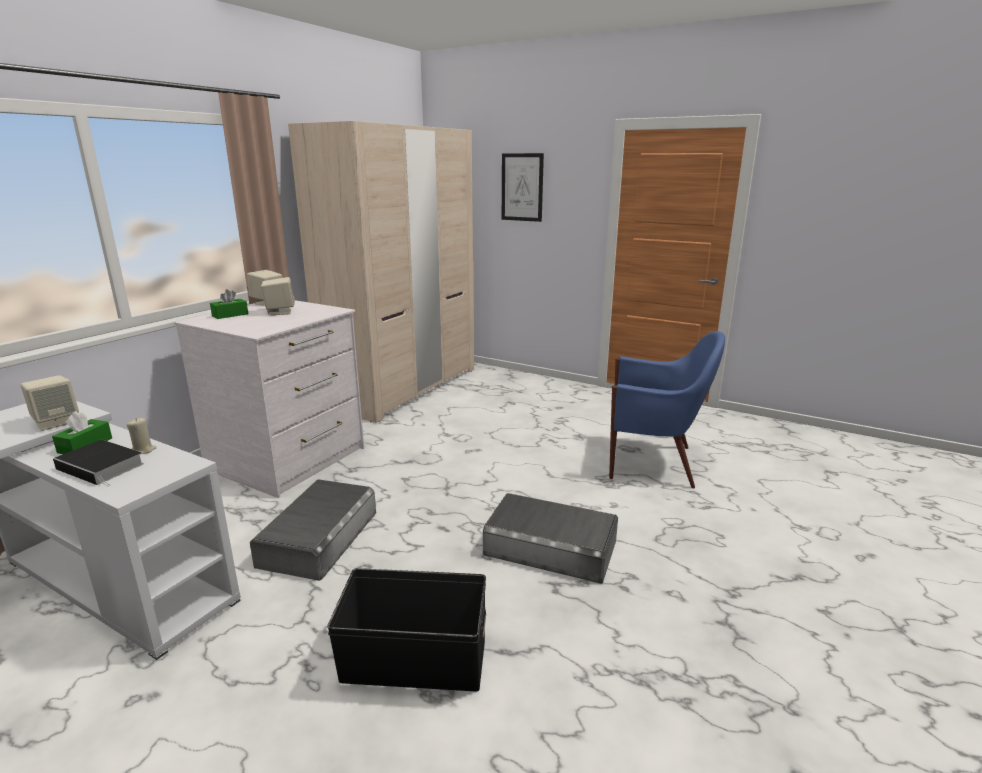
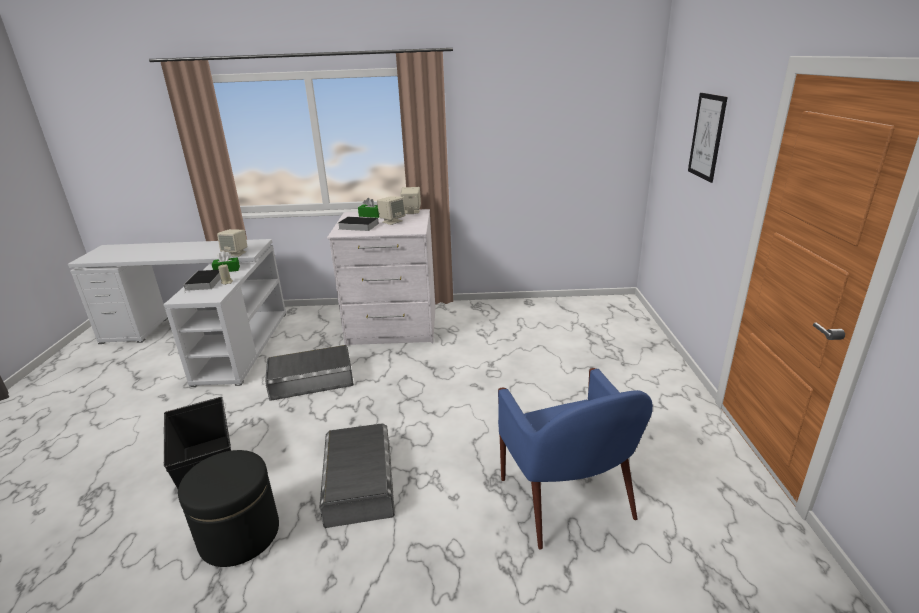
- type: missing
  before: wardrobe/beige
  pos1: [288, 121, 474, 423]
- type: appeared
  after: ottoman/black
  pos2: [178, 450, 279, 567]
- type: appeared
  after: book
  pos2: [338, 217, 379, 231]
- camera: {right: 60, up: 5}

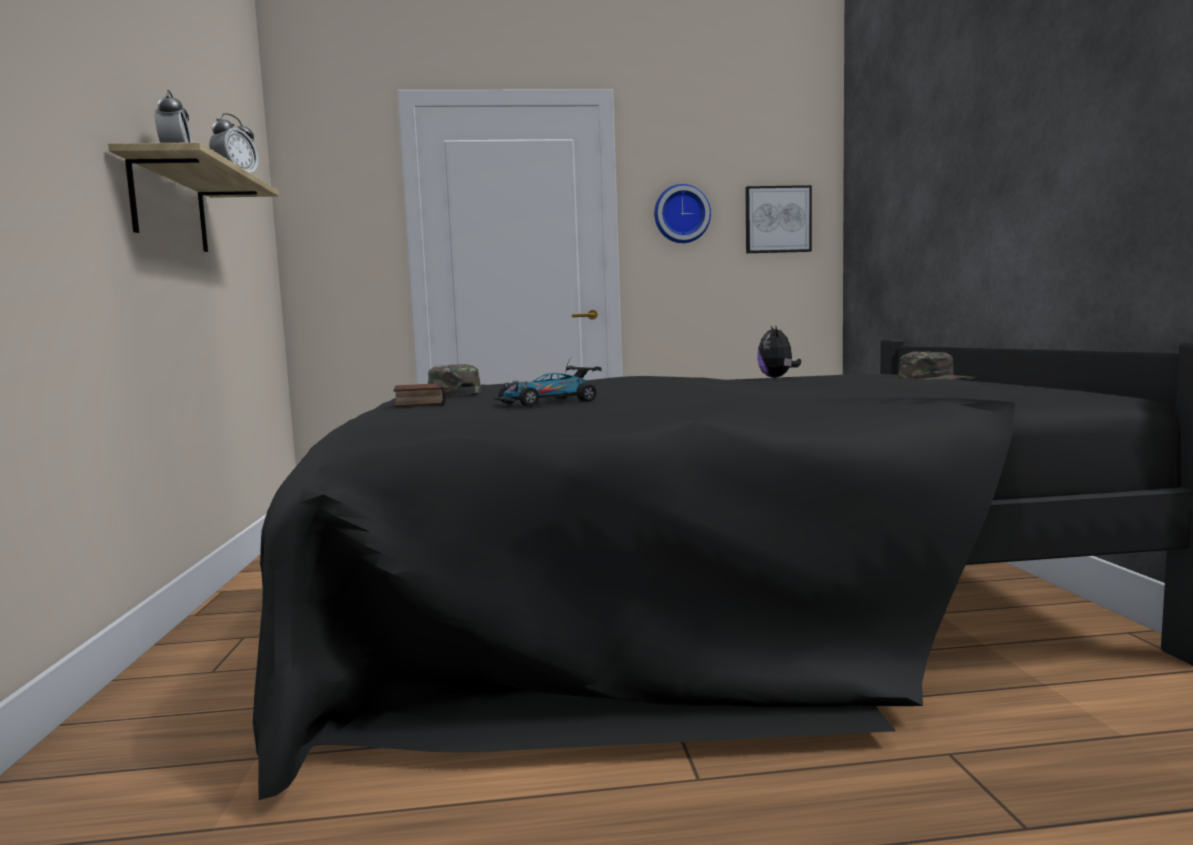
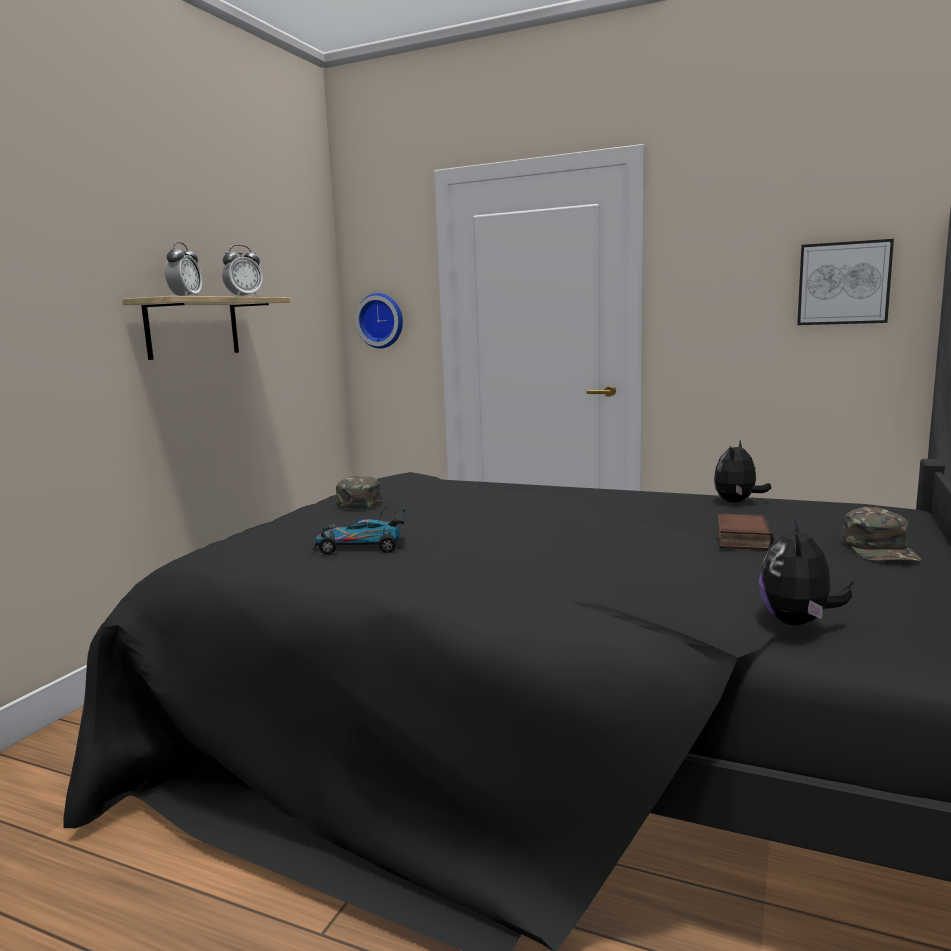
- type: relocated
  before: book
  pos1: [394, 383, 446, 407]
  pos2: [717, 514, 774, 550]
- type: relocated
  before: wall clock
  pos1: [654, 184, 711, 243]
  pos2: [355, 293, 403, 348]
- type: appeared
  after: plush toy
  pos2: [759, 518, 852, 625]
- camera: {right: 30, up: 5}

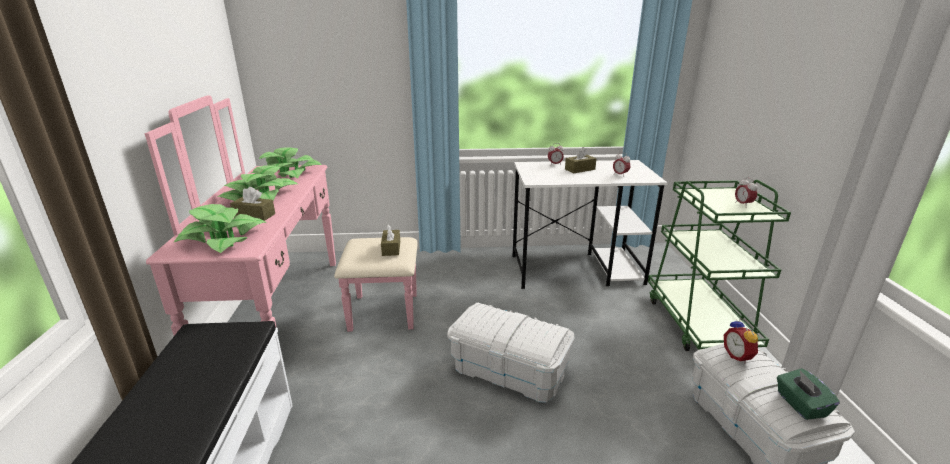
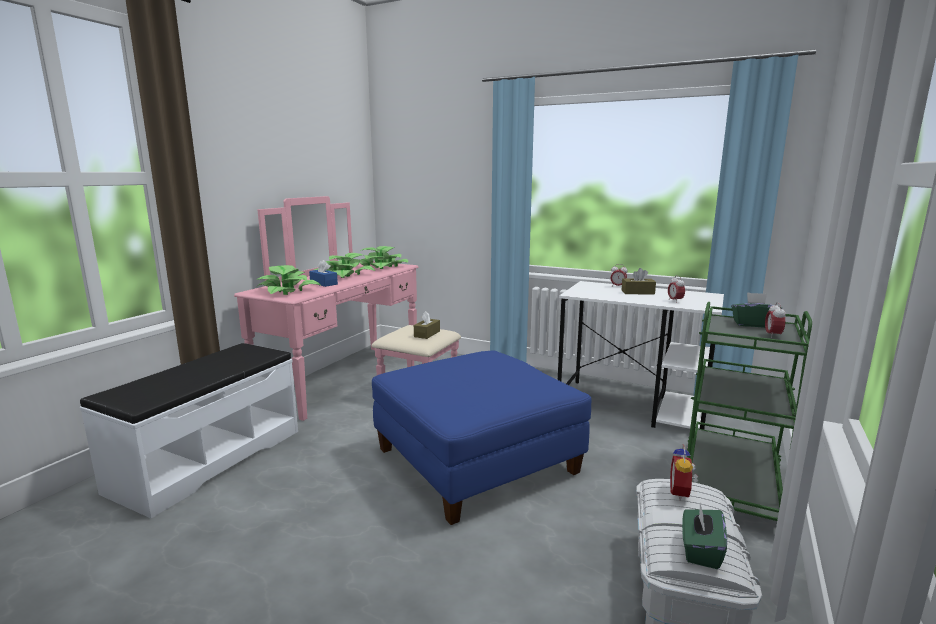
- type: colour
  before: tissue box/brown
  after: tissue box/blue
  pos1: [230, 187, 275, 221]
  pos2: [309, 260, 338, 287]
- type: exchanged
  before: storage box/white
  after: ottoman/blue
  pos1: [447, 303, 575, 403]
  pos2: [372, 350, 592, 525]
- type: appeared
  after: tissue box/green
  pos2: [731, 292, 782, 328]
- camera: {right: 30, up: -10}

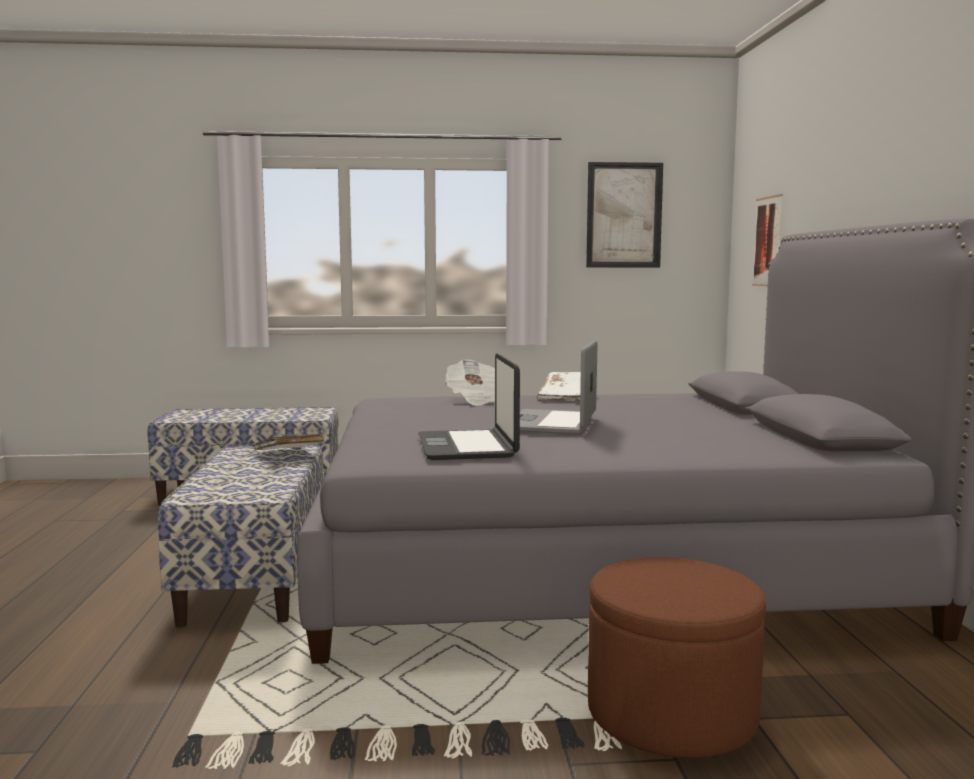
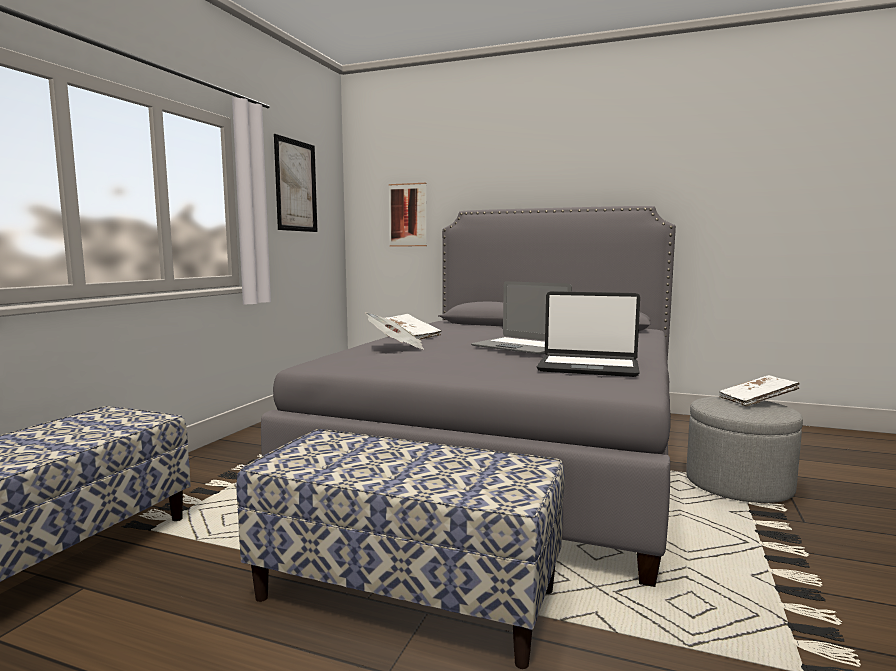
- type: relocated
  before: book/white
  pos1: [253, 434, 324, 450]
  pos2: [719, 375, 799, 406]
- type: colour
  before: ottoman/brown
  after: ottoman/grey
  pos1: [588, 557, 766, 758]
  pos2: [686, 397, 803, 503]
- camera: {right: -65, up: 0}

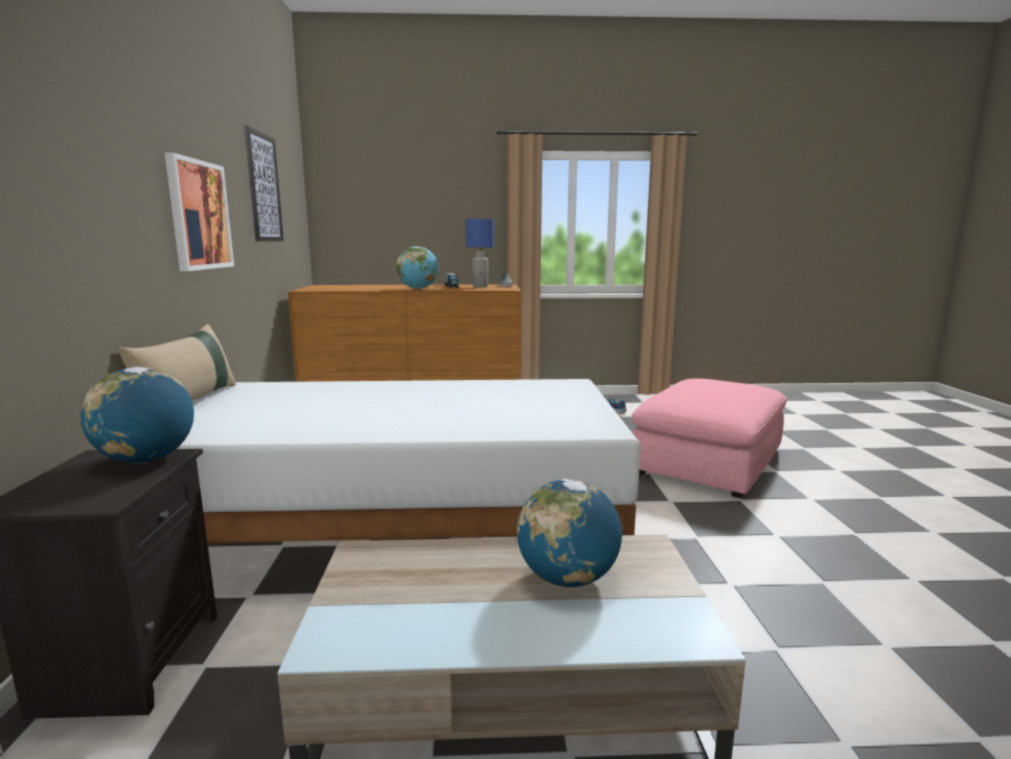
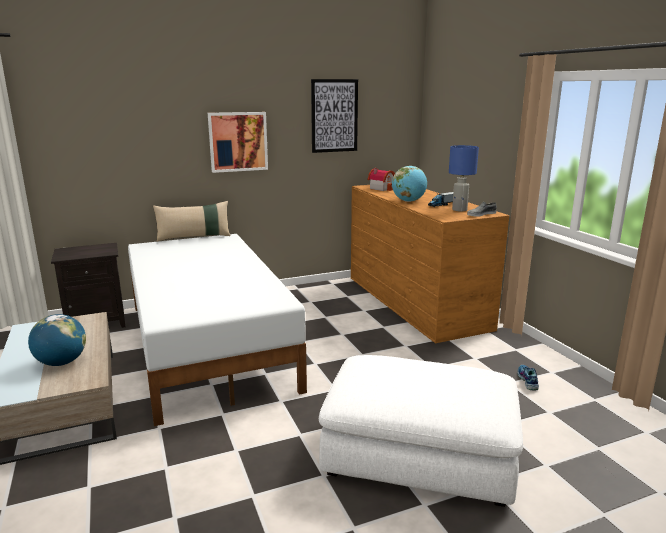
- type: missing
  before: globe
  pos1: [80, 367, 194, 463]
- type: colour
  before: ottoman/pink
  after: ottoman/white
  pos1: [632, 379, 787, 498]
  pos2: [319, 355, 523, 507]
- type: appeared
  after: toy house
  pos2: [368, 168, 395, 191]
- camera: {right: 70, up: 5}

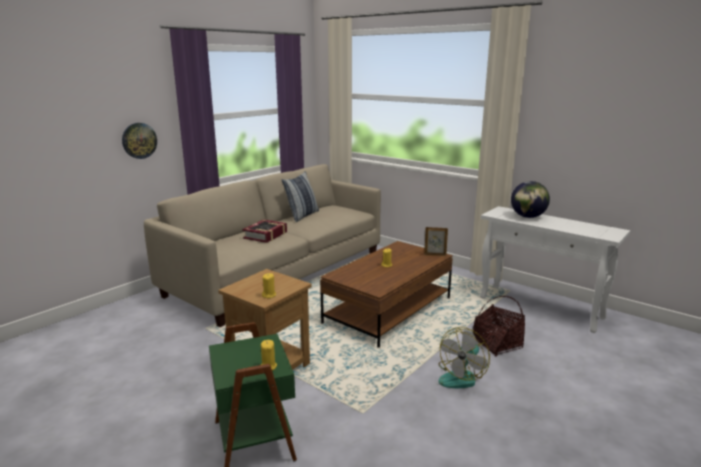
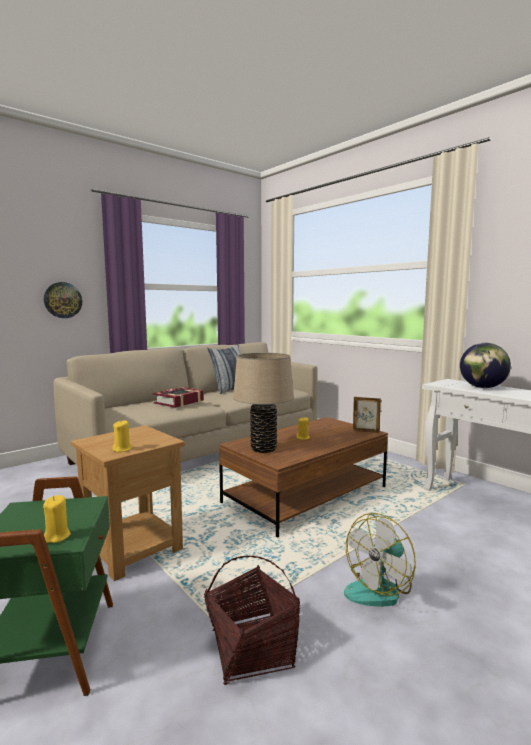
- type: relocated
  before: basket
  pos1: [473, 296, 525, 357]
  pos2: [204, 556, 300, 685]
- type: appeared
  after: table lamp/beige
  pos2: [233, 353, 294, 453]
- camera: {right: 10, up: -10}

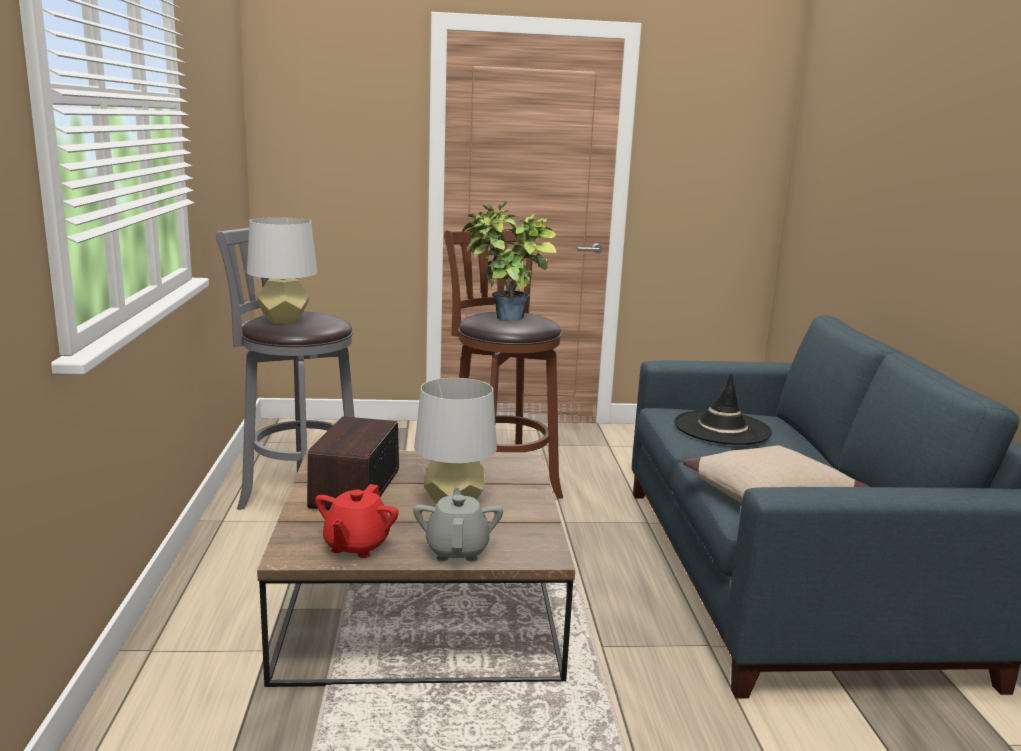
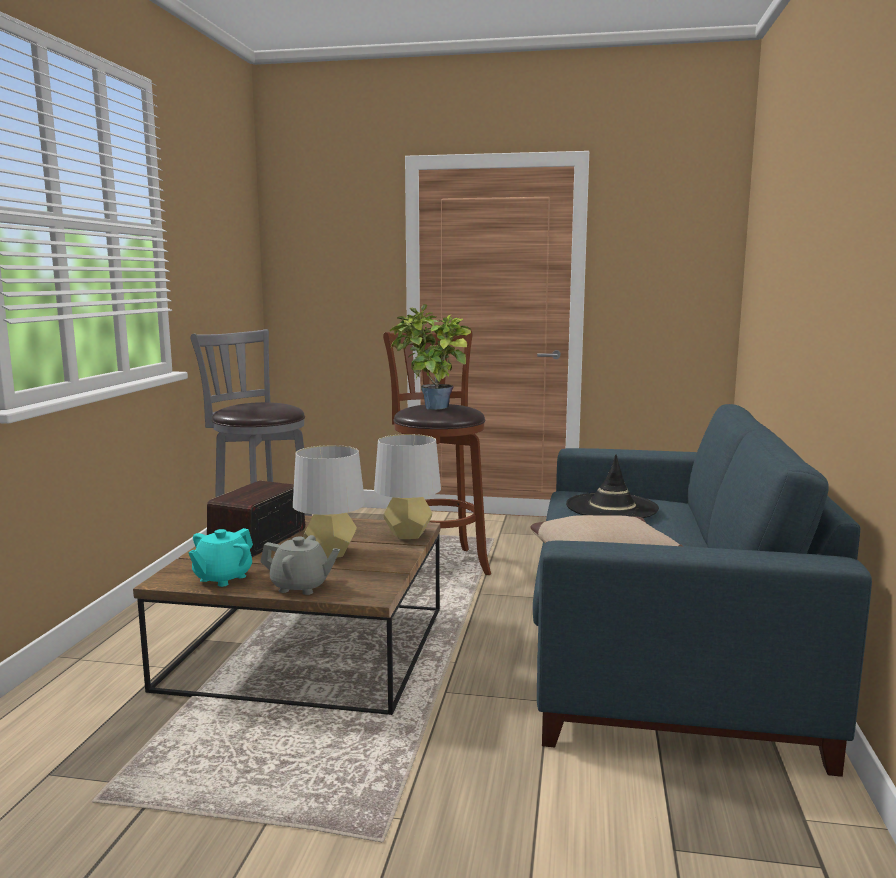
- type: relocated
  before: table lamp/grey
  pos1: [247, 217, 317, 324]
  pos2: [374, 434, 441, 539]
- type: colour
  before: teapot/red
  after: teapot/turquoise
  pos1: [315, 484, 399, 558]
  pos2: [188, 528, 253, 587]
- type: spun
  before: teapot/grey
  pos1: [413, 488, 503, 561]
  pos2: [260, 535, 340, 595]
  turn: 90
- camera: {right: 15, up: -5}

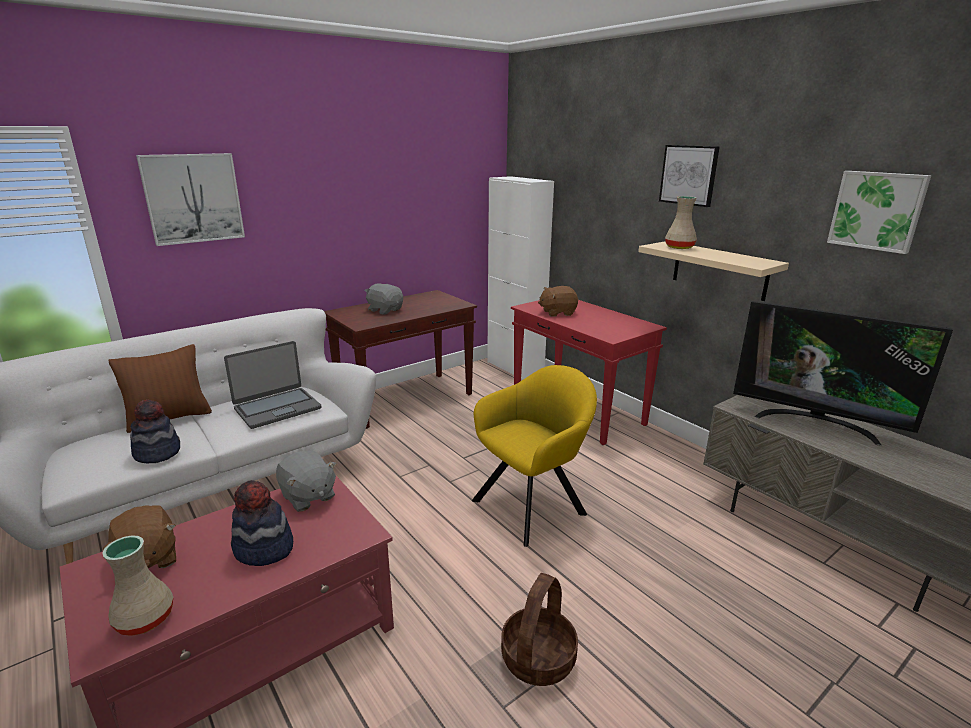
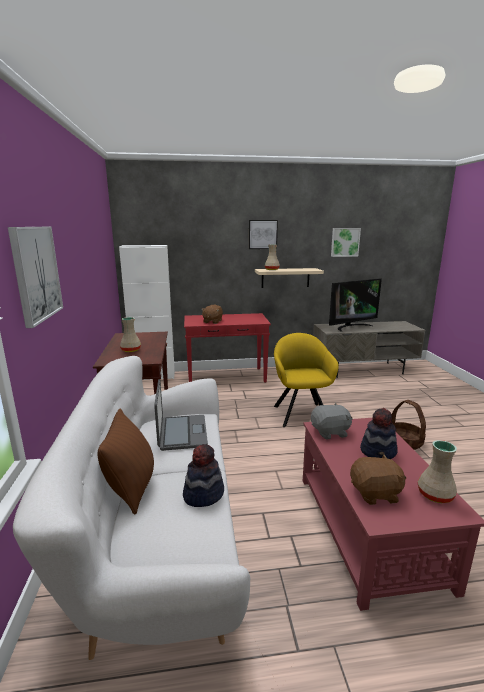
- type: exchanged
  before: plush toy/grey
  after: vase/beige
  pos1: [365, 283, 403, 315]
  pos2: [120, 317, 141, 352]
- camera: {right: -60, up: -5}

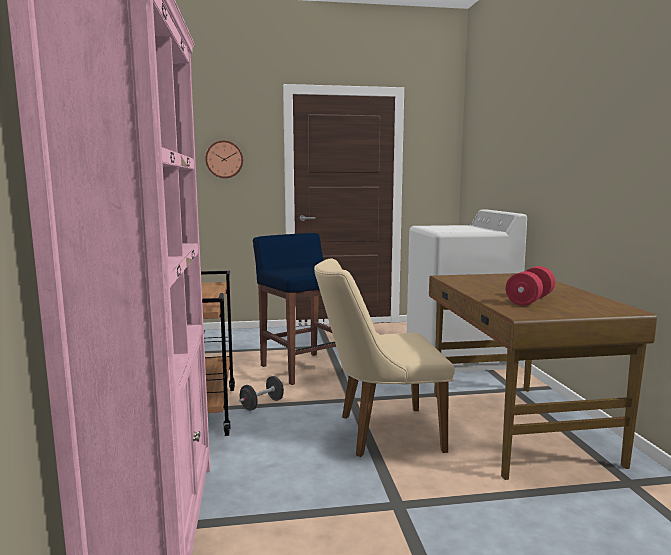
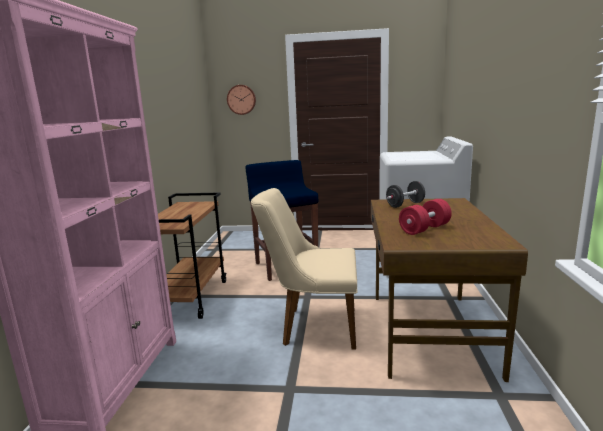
- type: relocated
  before: dumbbell/black
  pos1: [239, 376, 284, 411]
  pos2: [386, 181, 425, 208]
- camera: {right: 15, up: 5}

